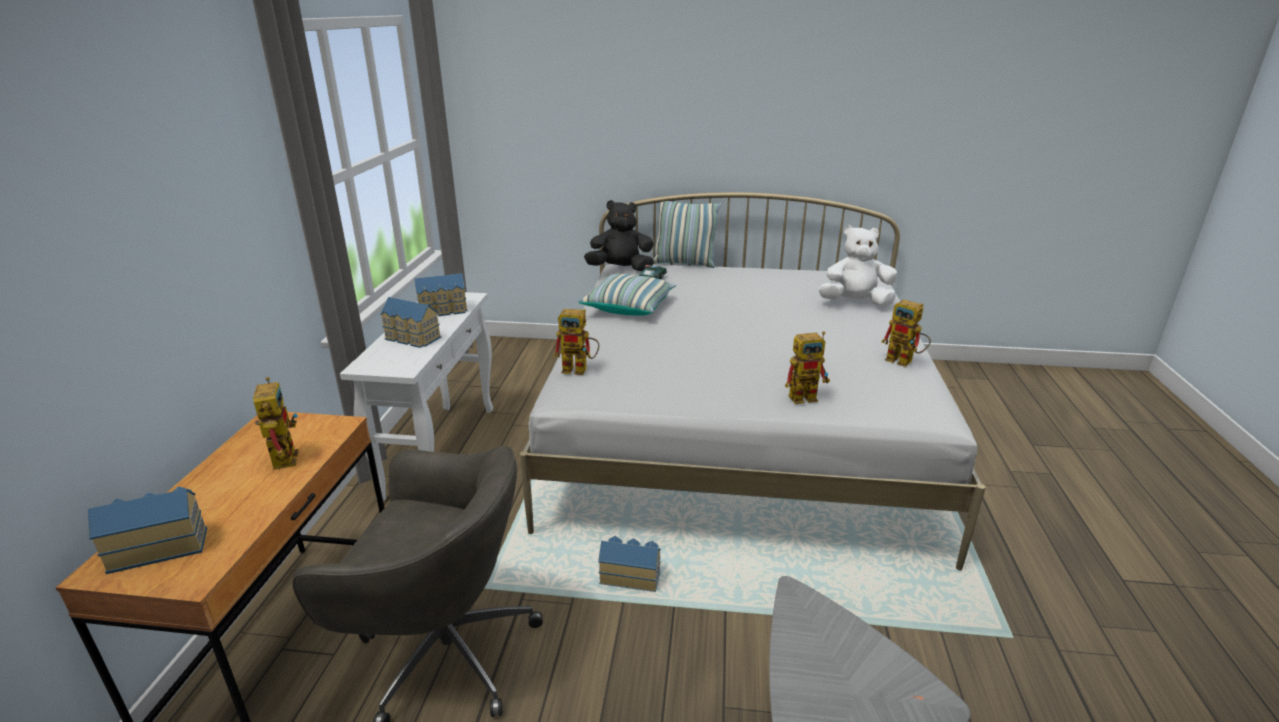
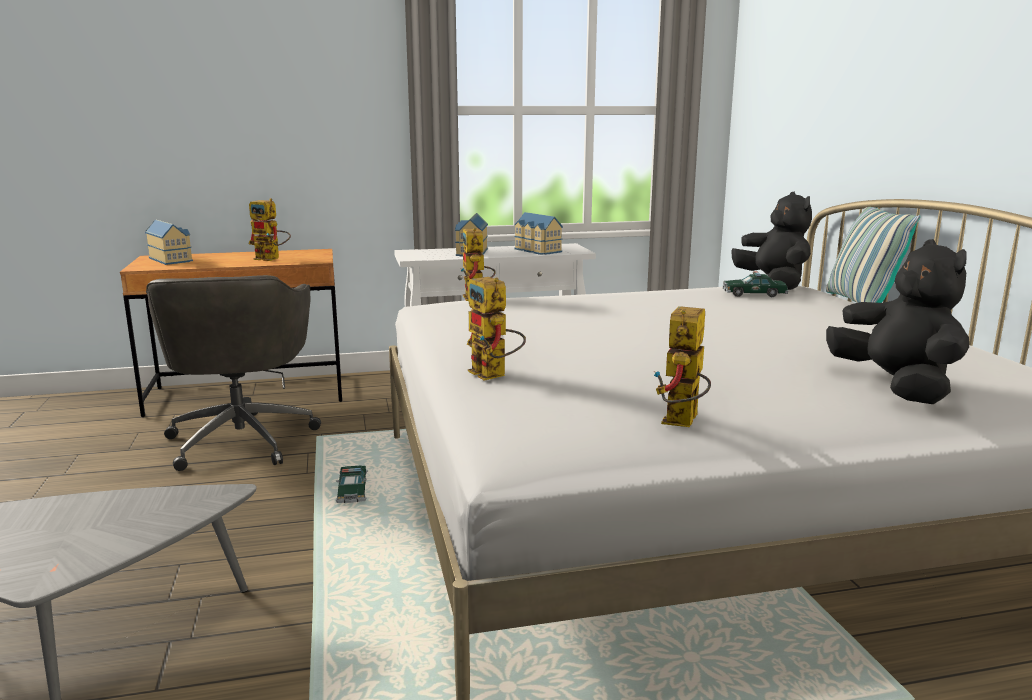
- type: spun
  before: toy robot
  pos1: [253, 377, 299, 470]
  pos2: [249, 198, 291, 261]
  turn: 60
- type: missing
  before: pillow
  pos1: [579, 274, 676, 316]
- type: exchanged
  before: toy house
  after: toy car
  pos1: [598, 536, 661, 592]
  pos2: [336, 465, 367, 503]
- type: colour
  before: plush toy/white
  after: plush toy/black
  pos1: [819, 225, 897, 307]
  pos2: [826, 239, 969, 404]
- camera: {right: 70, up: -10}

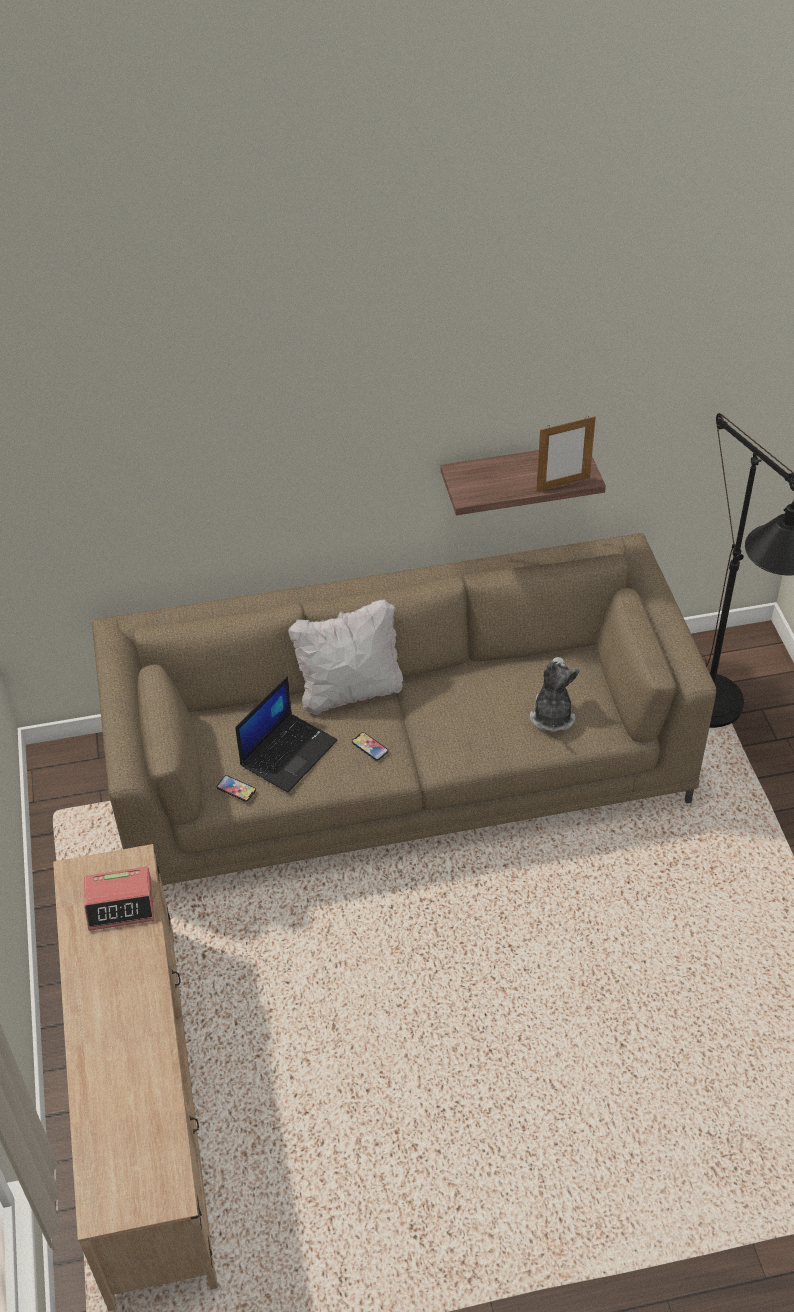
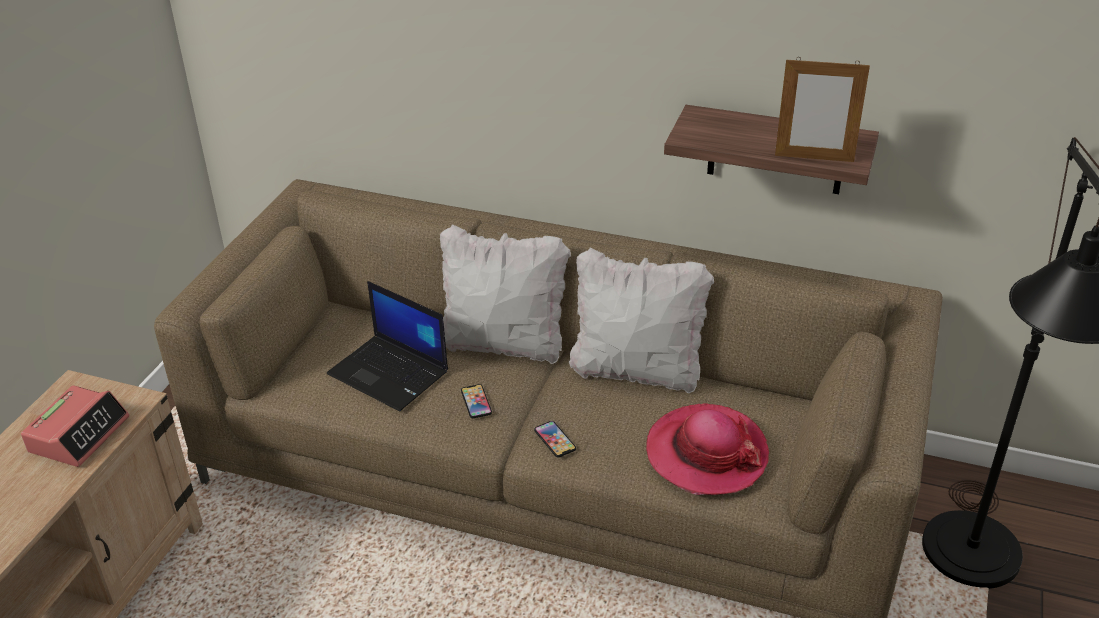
- type: spun
  before: alarm clock
  pos1: [84, 867, 154, 931]
  pos2: [21, 385, 129, 467]
  turn: -90
- type: relocated
  before: phone
  pos1: [217, 775, 256, 802]
  pos2: [534, 421, 576, 457]
- type: spun
  before: laptop
  pos1: [235, 676, 338, 793]
  pos2: [327, 281, 448, 411]
  turn: 60
- type: exchanged
  before: plush toy
  after: hat
  pos1: [530, 657, 580, 732]
  pos2: [646, 404, 769, 495]
- type: appeared
  after: pillow/white
  pos2: [569, 248, 714, 393]
- camera: {right: 30, up: -10}

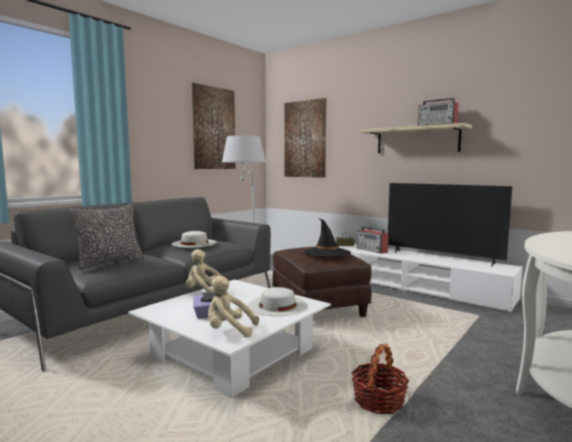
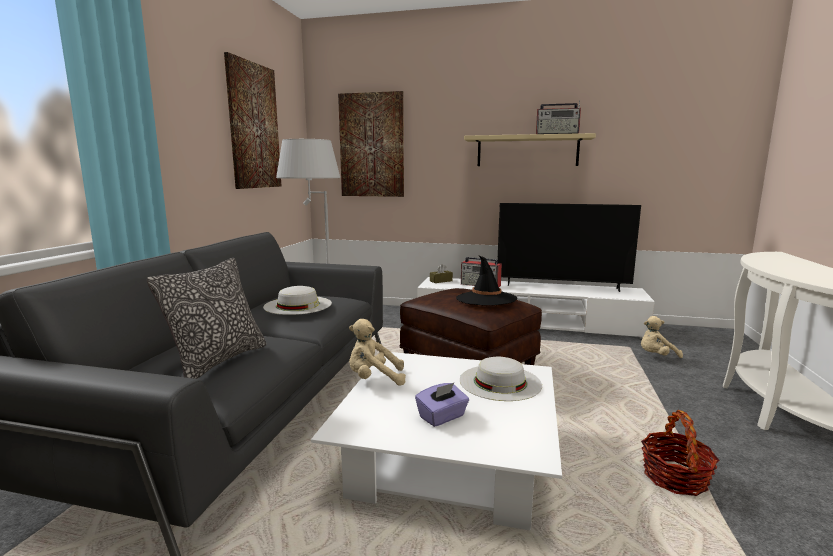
- type: relocated
  before: plush toy/beige
  pos1: [208, 276, 259, 338]
  pos2: [641, 316, 683, 358]
- camera: {right: -25, up: 5}

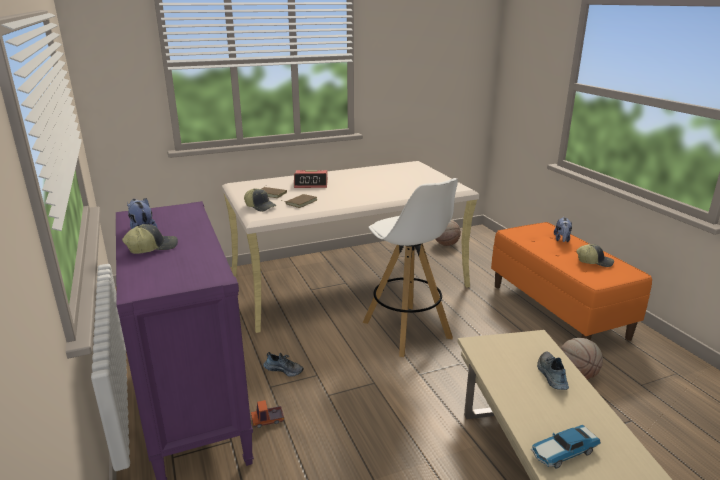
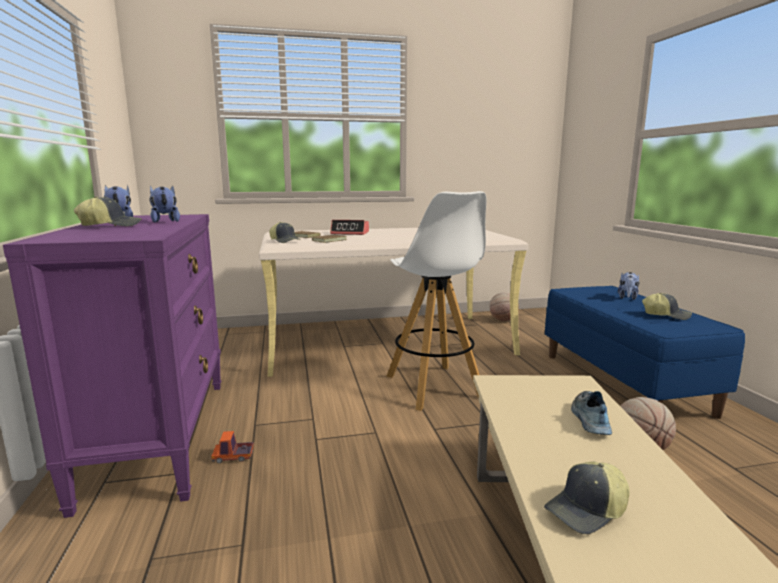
- type: missing
  before: shoe
  pos1: [263, 352, 304, 377]
- type: colour
  before: bench/orange
  after: bench/blue
  pos1: [491, 222, 652, 341]
  pos2: [545, 286, 745, 419]
- type: exchanged
  before: toy car
  after: cap
  pos1: [531, 425, 601, 468]
  pos2: [544, 462, 630, 534]
- type: appeared
  after: plush toy
  pos2: [150, 185, 180, 222]
- camera: {right: 10, up: -10}

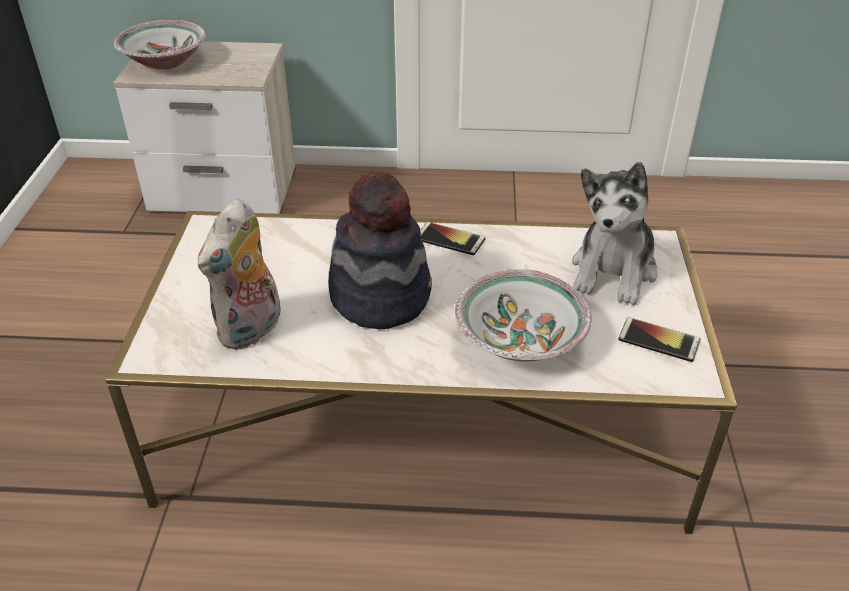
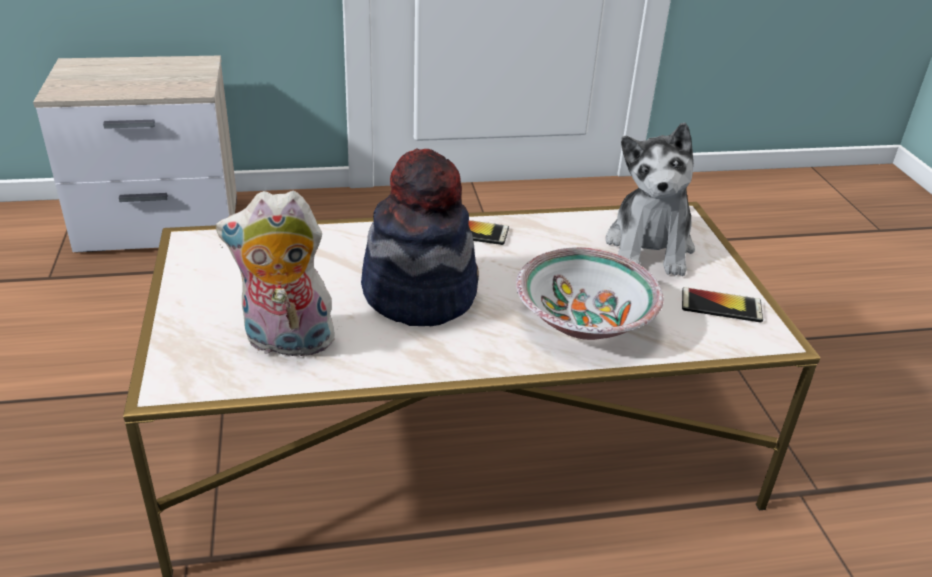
- type: missing
  before: bowl
  pos1: [114, 20, 206, 70]
- type: spun
  before: plush toy
  pos1: [198, 199, 281, 350]
  pos2: [216, 191, 340, 362]
  turn: 75
- camera: {right: -15, up: -5}

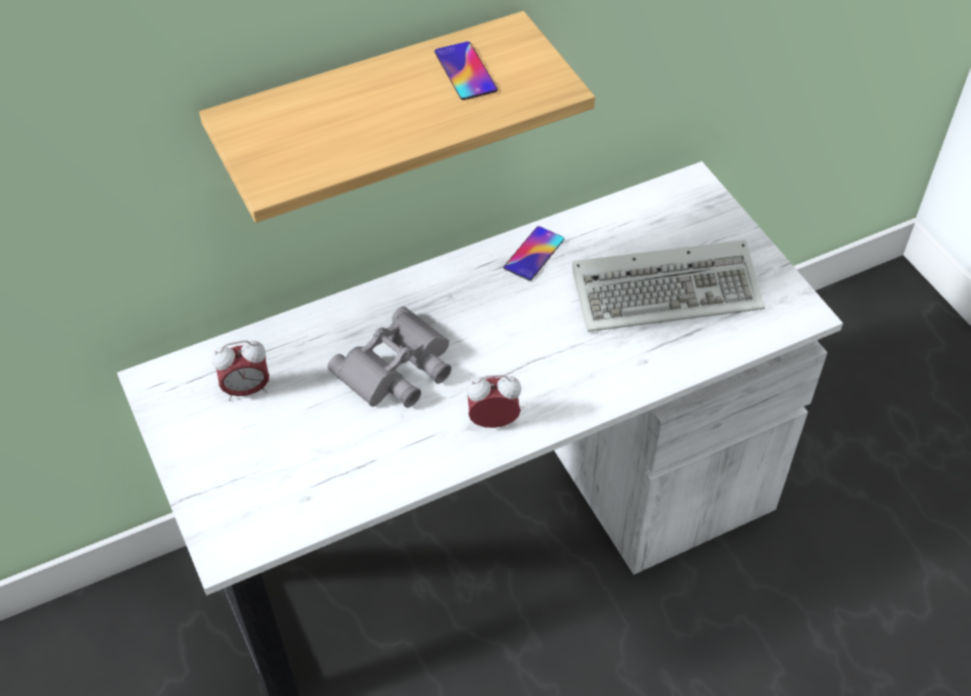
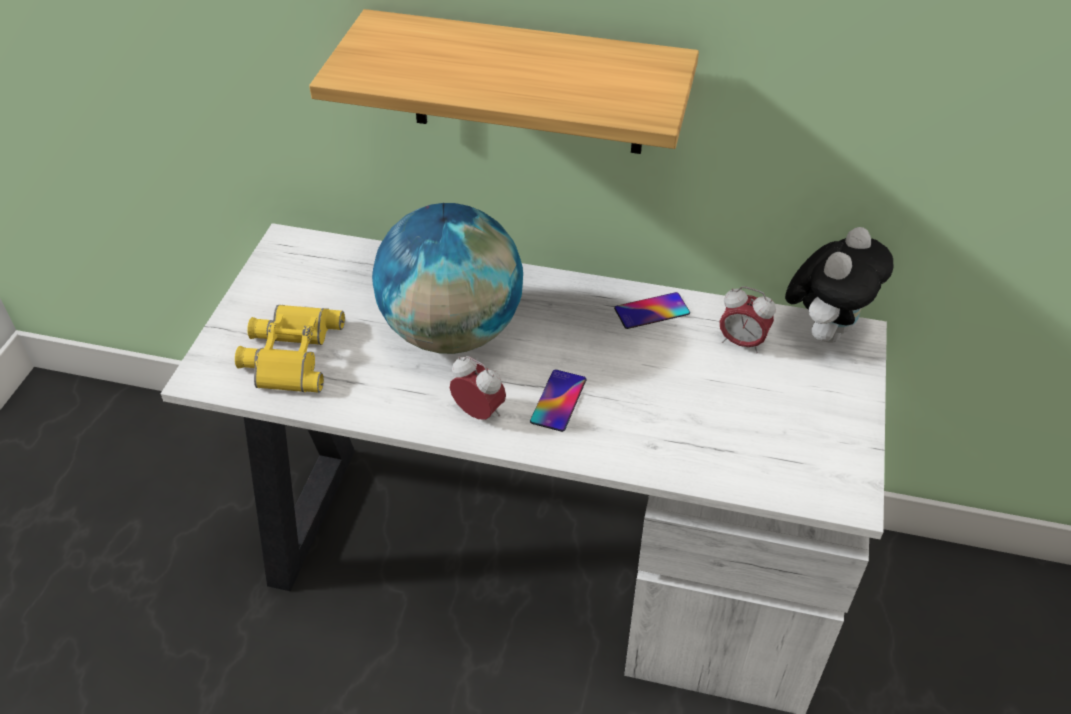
- type: relocated
  before: alarm clock
  pos1: [212, 340, 269, 401]
  pos2: [719, 286, 776, 354]
- type: exchanged
  before: binoculars/grey
  after: globe
  pos1: [328, 306, 451, 408]
  pos2: [372, 203, 523, 354]
- type: relocated
  before: phone
  pos1: [434, 41, 498, 100]
  pos2: [530, 369, 587, 432]
- type: missing
  before: keyboard
  pos1: [572, 240, 765, 332]
- type: appeared
  after: binoculars/yellow
  pos2: [235, 305, 345, 393]
- type: appeared
  after: plush toy
  pos2: [785, 227, 893, 343]
- camera: {right: 40, up: -5}

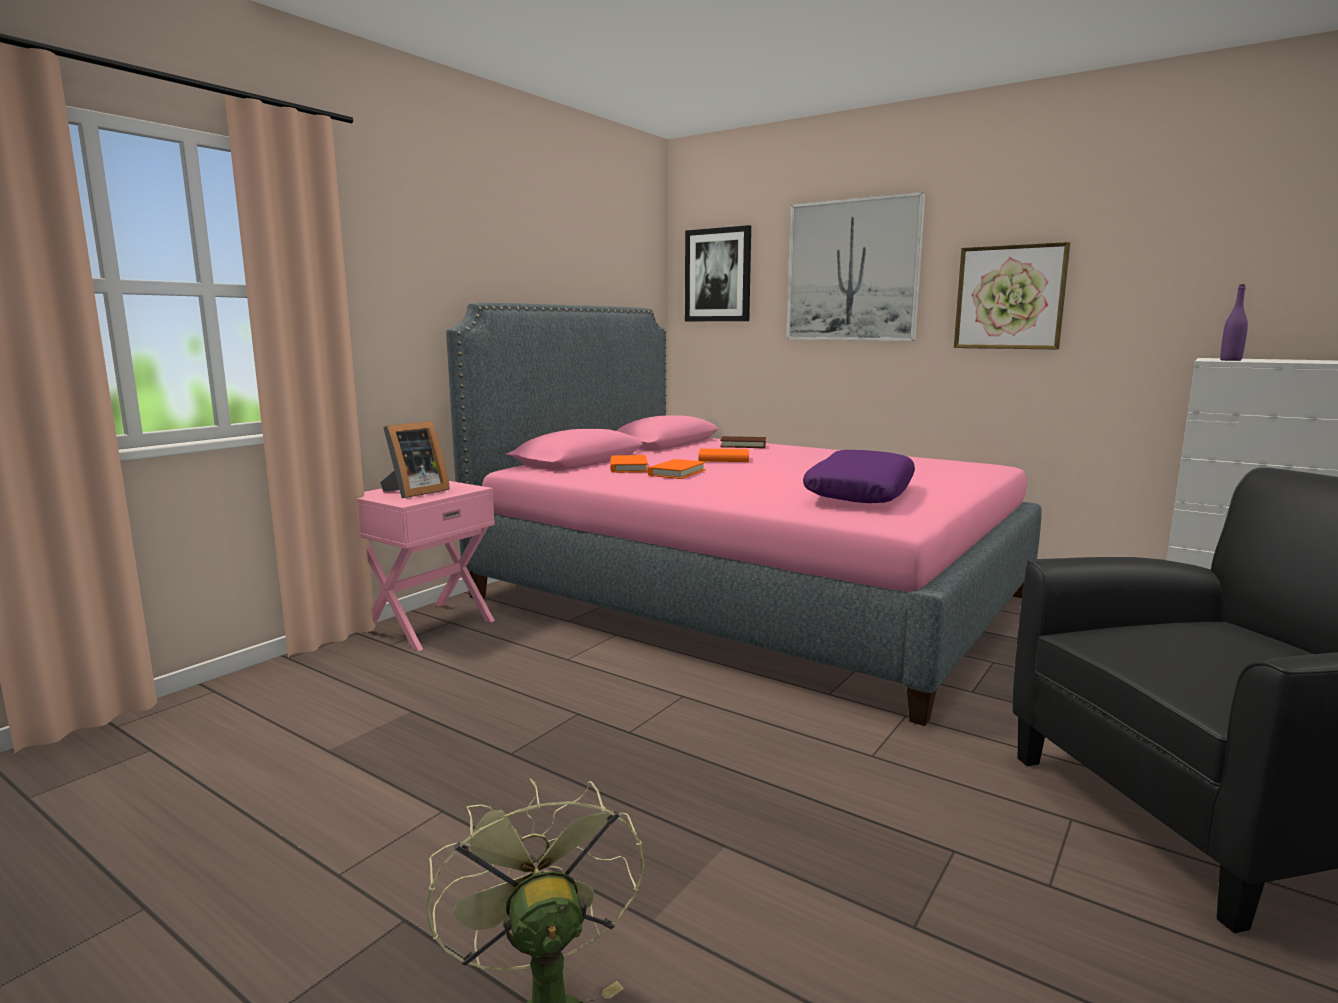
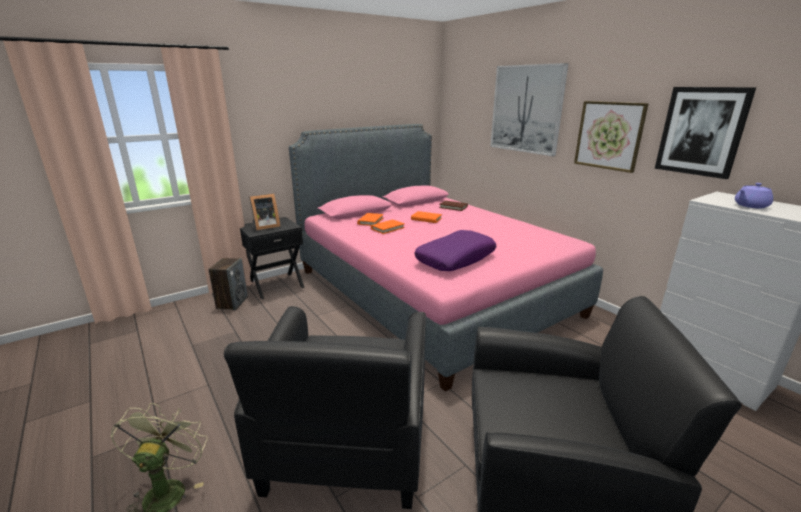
- type: colour
  before: nightstand/pink
  after: nightstand/black
  pos1: [357, 481, 495, 651]
  pos2: [240, 217, 305, 299]
- type: relocated
  before: picture
  pos1: [685, 225, 751, 321]
  pos2: [655, 87, 756, 179]
- type: missing
  before: bottle/purple
  pos1: [1220, 284, 1248, 361]
- type: appeared
  after: speaker
  pos2: [208, 258, 248, 310]
- type: appeared
  after: armchair/black
  pos2: [224, 306, 426, 509]
- type: appeared
  after: teapot/purple
  pos2: [735, 183, 773, 208]
- camera: {right: 20, up: 10}

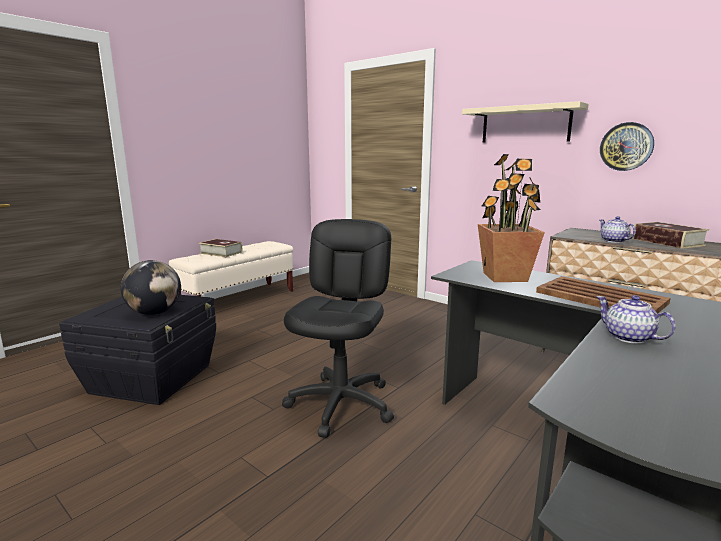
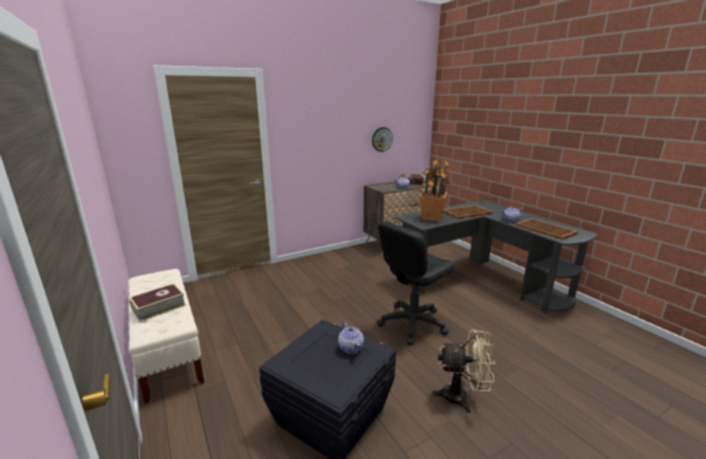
- type: exchanged
  before: globe
  after: teapot
  pos1: [121, 260, 181, 315]
  pos2: [338, 323, 364, 354]
- type: spun
  before: office chair/black
  pos1: [282, 219, 394, 438]
  pos2: [377, 221, 454, 345]
  turn: -75
- type: missing
  before: shelf/beige
  pos1: [462, 101, 589, 143]
- type: appeared
  after: fan/beige
  pos2: [432, 329, 495, 413]
- type: appeared
  after: tray/brown
  pos2: [515, 218, 579, 240]
- camera: {right: -70, up: 5}

